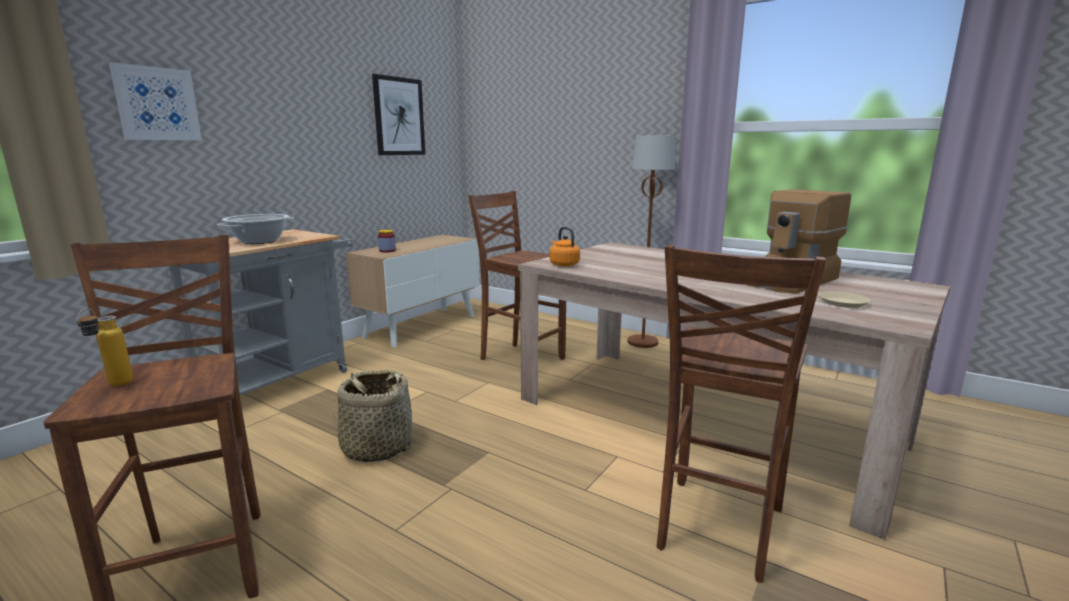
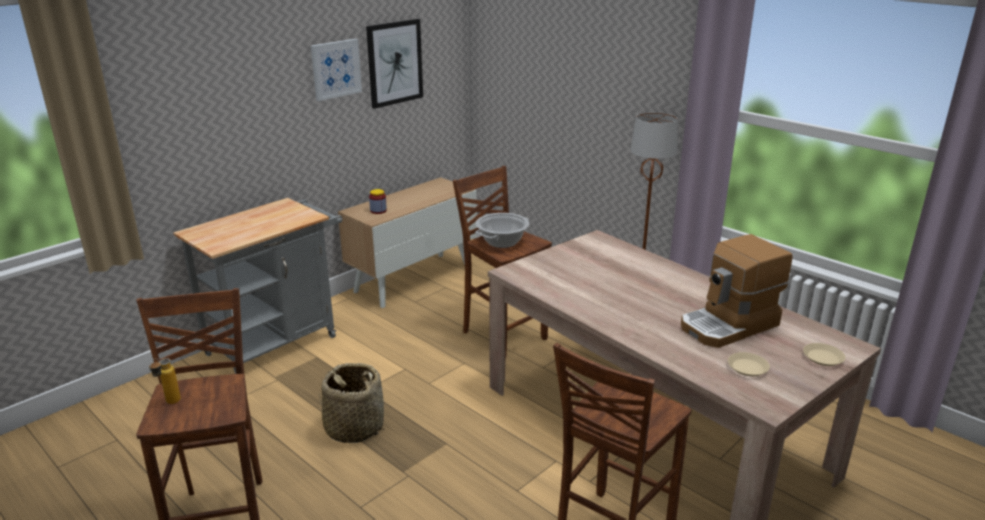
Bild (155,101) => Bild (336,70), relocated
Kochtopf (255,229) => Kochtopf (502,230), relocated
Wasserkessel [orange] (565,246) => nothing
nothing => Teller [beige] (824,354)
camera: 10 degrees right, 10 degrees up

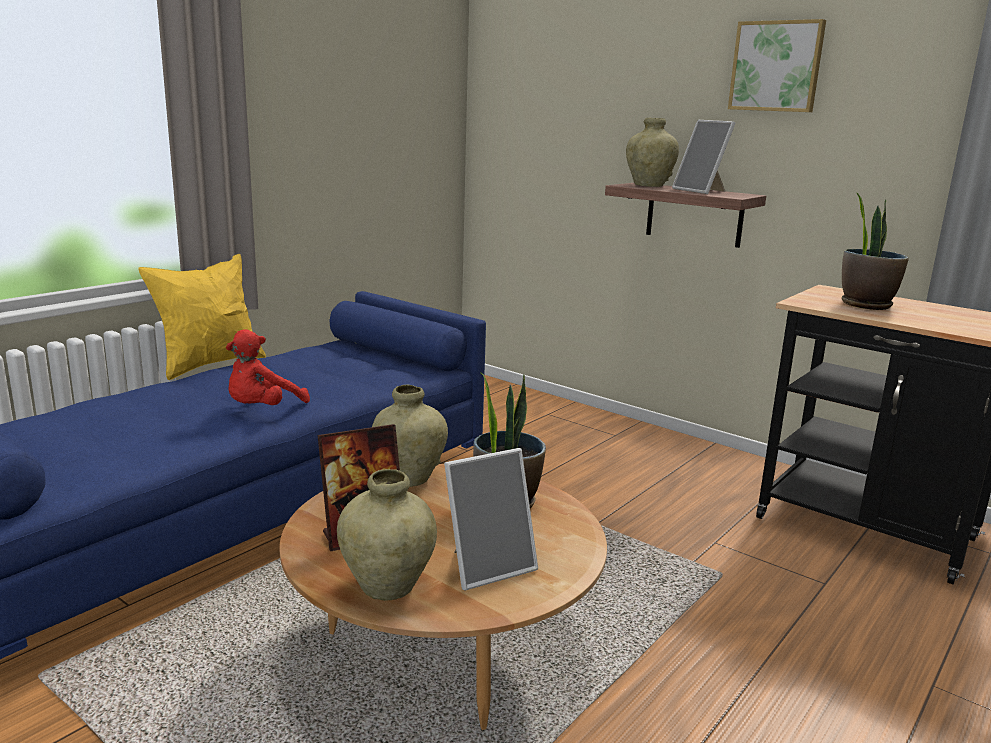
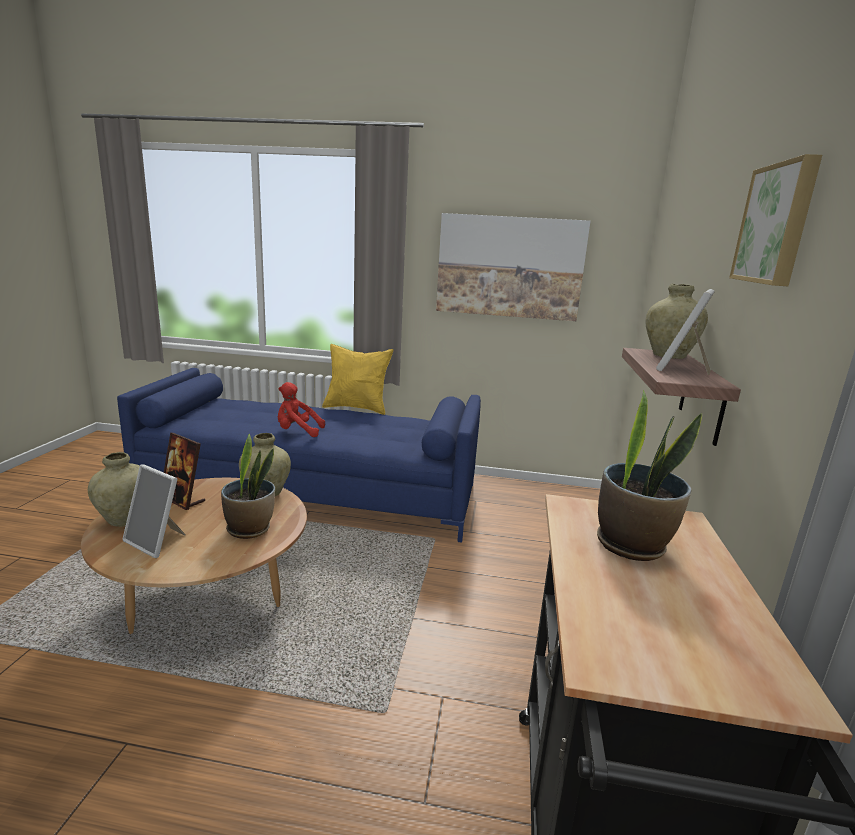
nothing => Bild (513,267)
camera: 60 degrees right, 0 degrees up

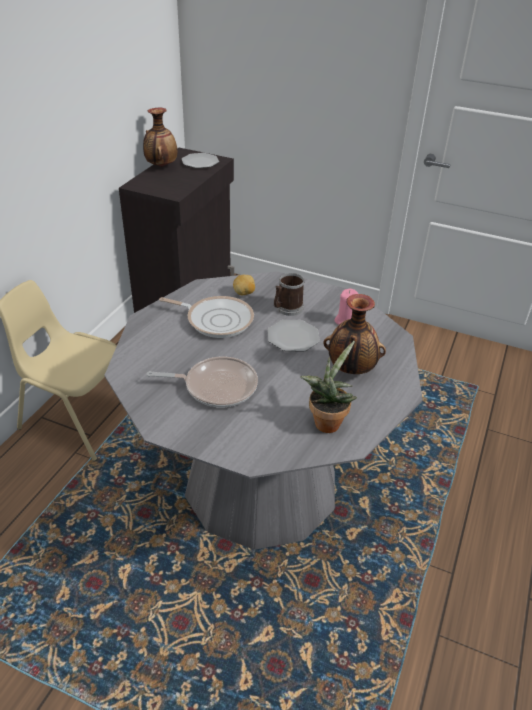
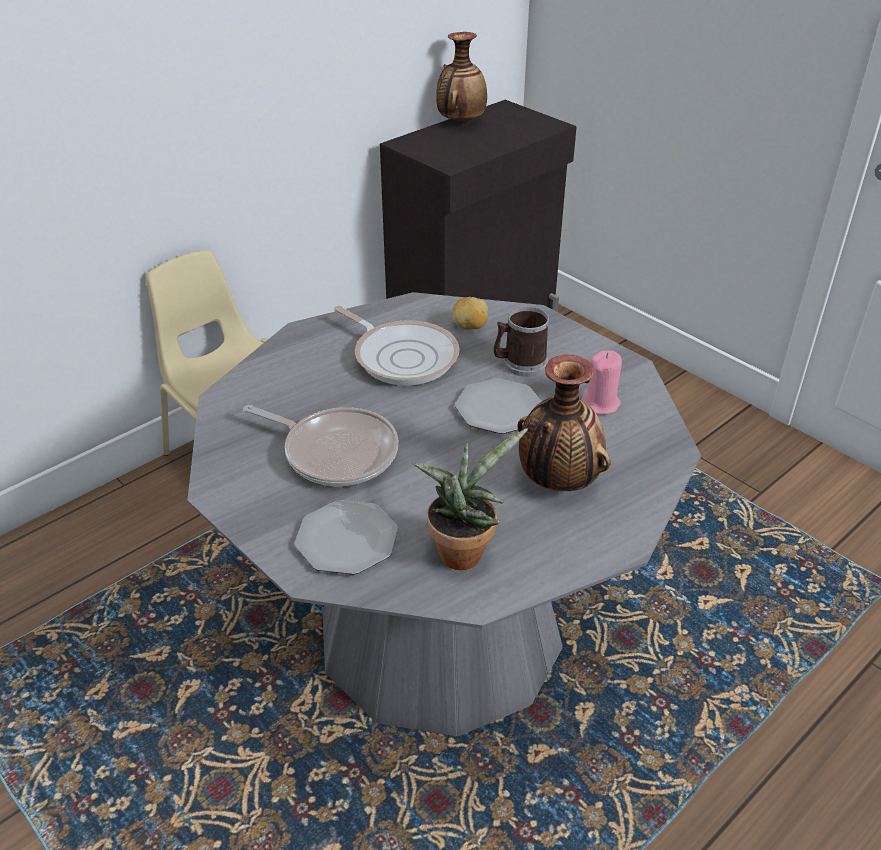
Teller (200,160) => Teller (346,537), relocated
camera: 25 degrees right, 0 degrees up

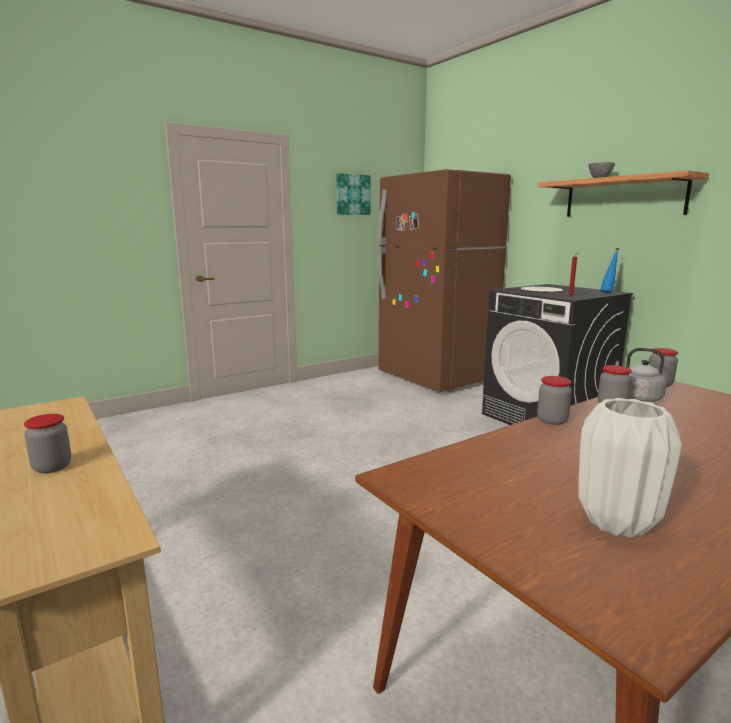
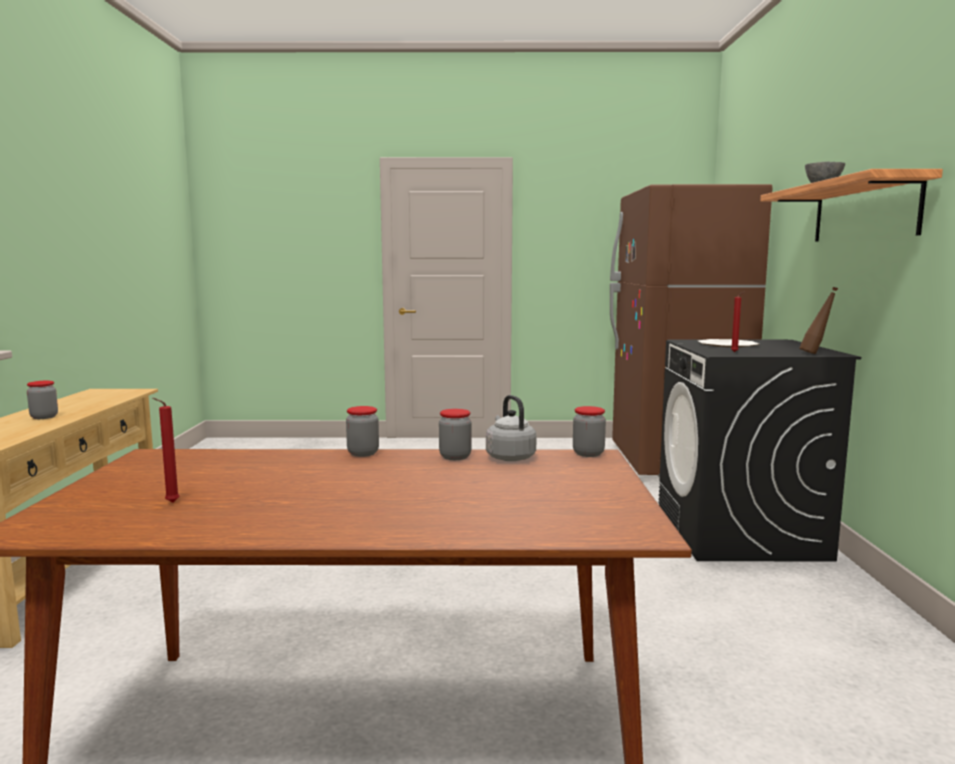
Bild (353,194) => nothing
Vase [weiß] (630,468) => Kerze [rot] (166,450)
Flasche [blau] (609,270) => Flasche [braun] (818,320)
camera: 35 degrees right, 5 degrees down

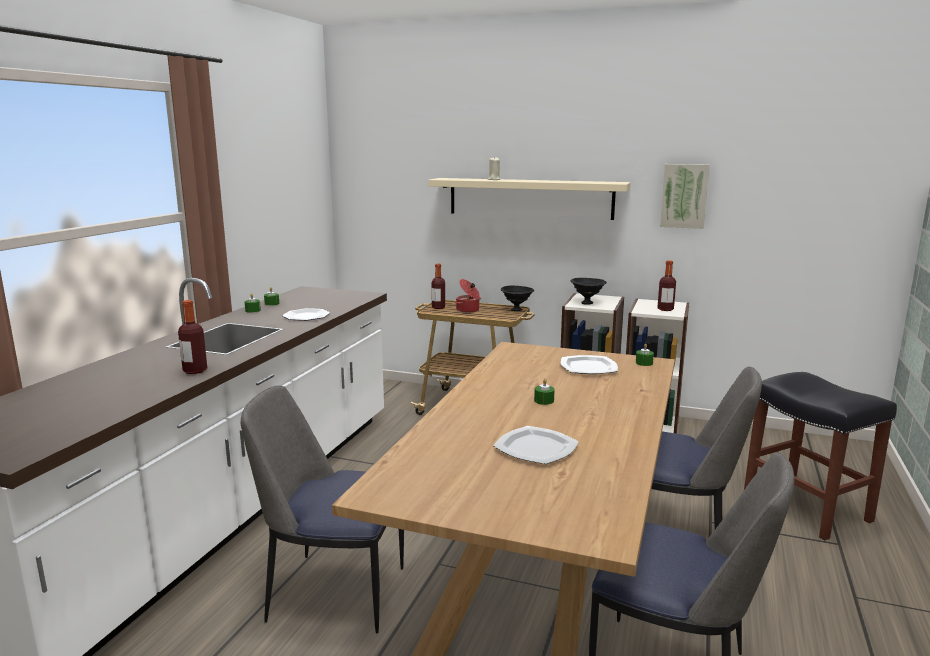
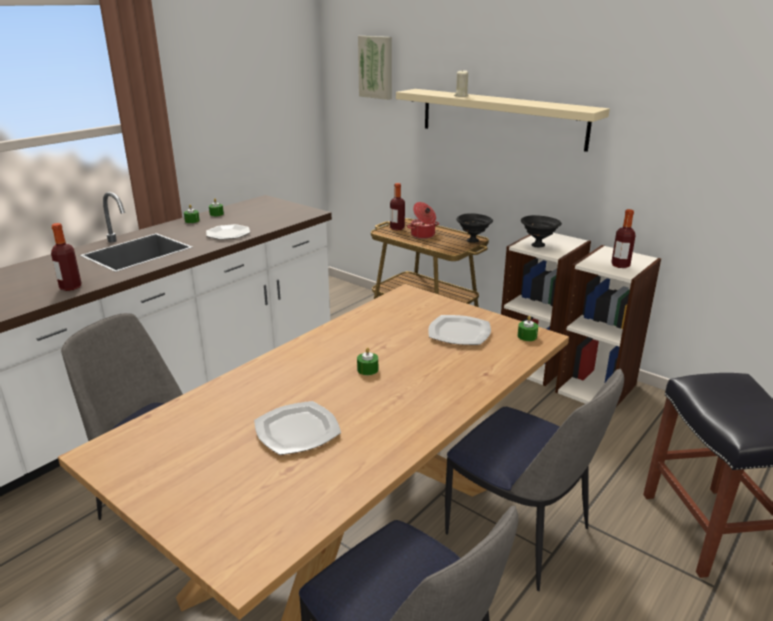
Bild (685,196) => Bild (375,68), relocated
camera: 20 degrees right, 10 degrees up

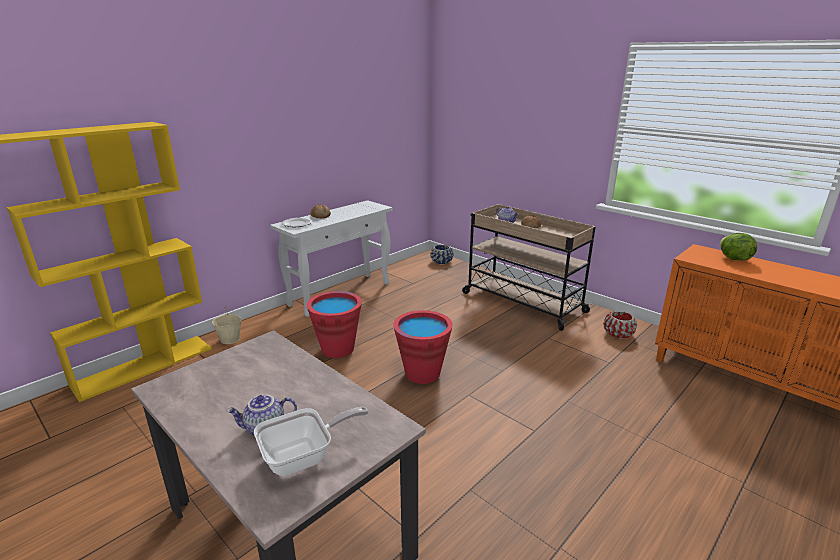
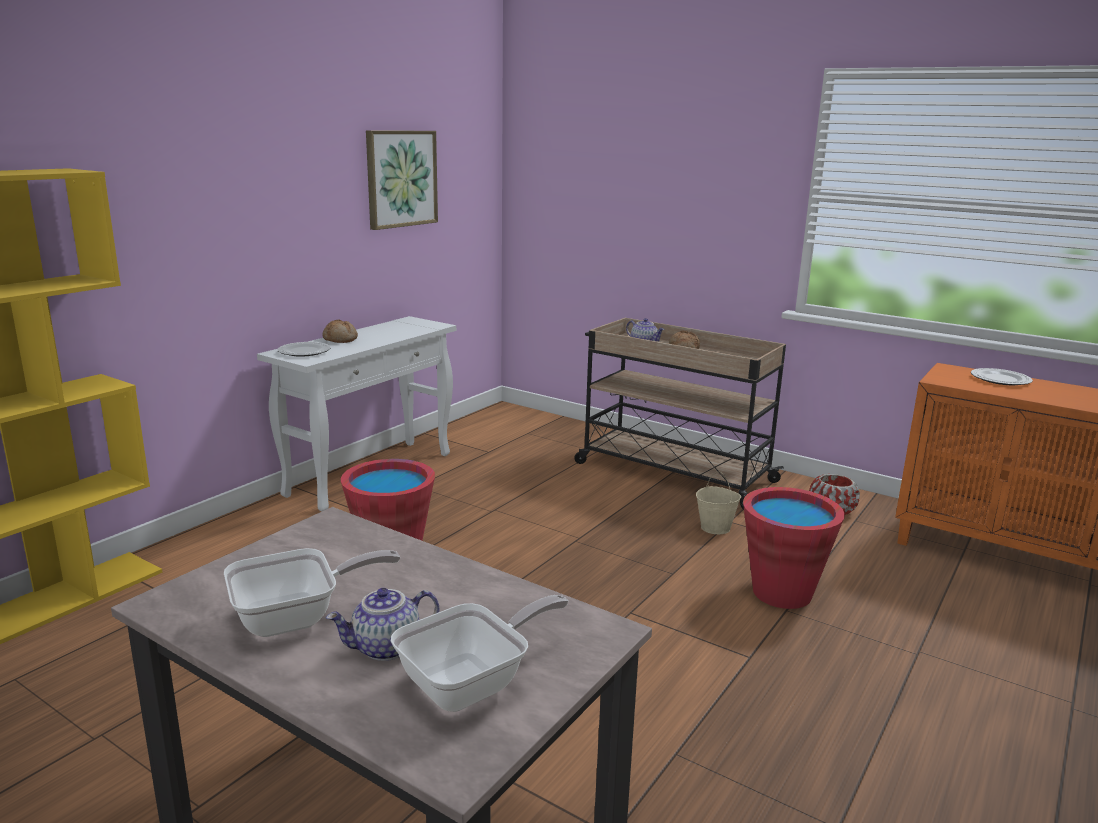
Eimer [beige] (227,325) => Eimer [beige] (718,502), relocated
Eimer [rot] (423,347) => Eimer [rot] (794,548), relocated
Pflanzkübel [blau] (441,254) => nothing
Salatkopf (738,246) => Teller (1002,376)
nothing => Pfanne (312,592)
nothing => Bild (402,180)
camera: 10 degrees left, 5 degrees down

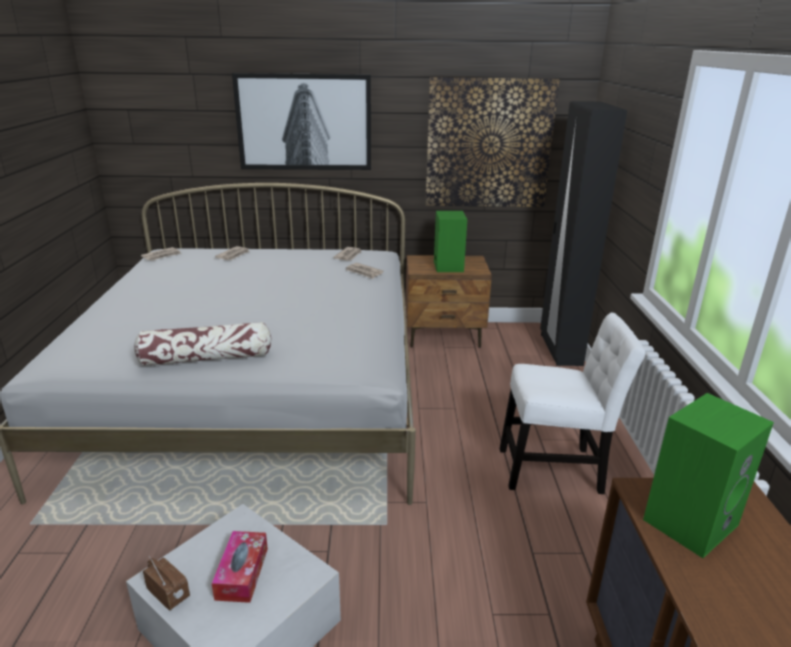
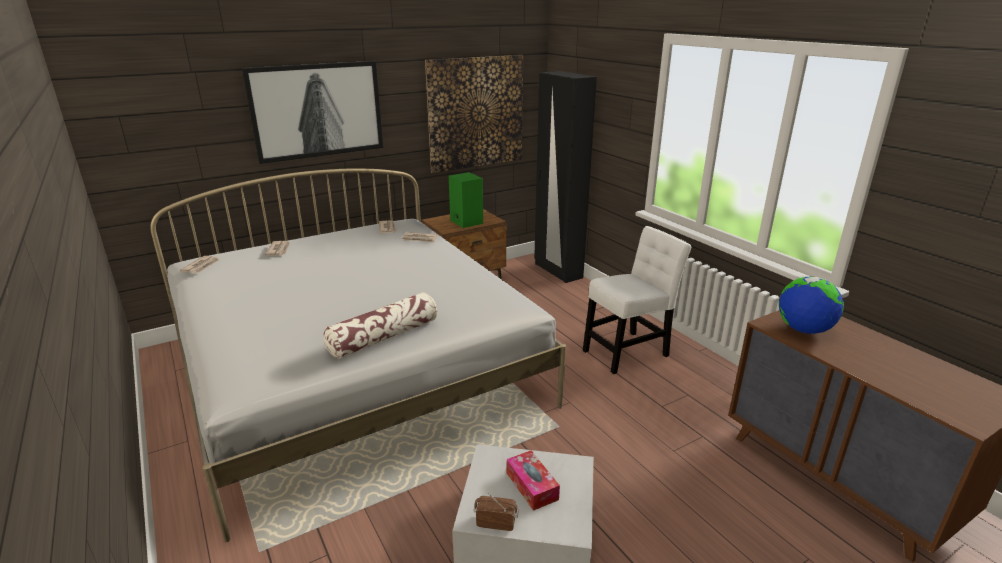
Lautsprecher [grün] (708,475) => Globus (811,305)
camera: 30 degrees left, 0 degrees up

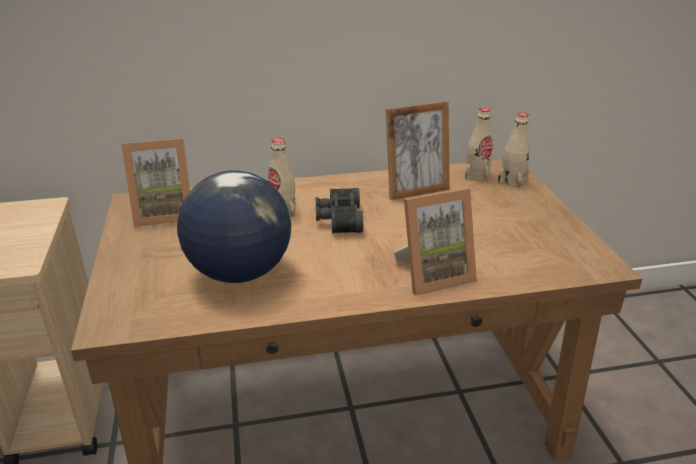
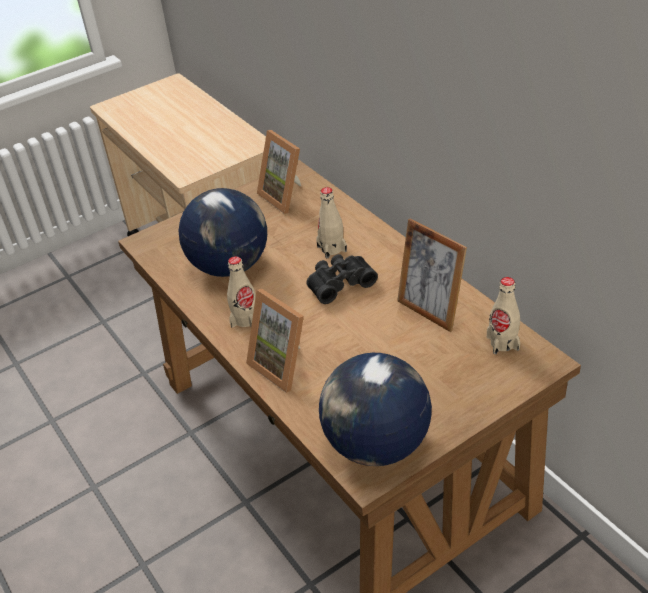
Flasche [beige] (513,150) => Flasche [beige] (241,291), relocated
nothing => Globus (375,409)
camera: 70 degrees right, 10 degrees up

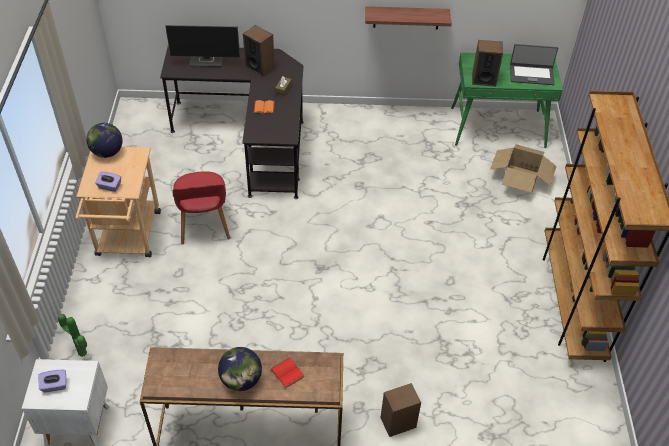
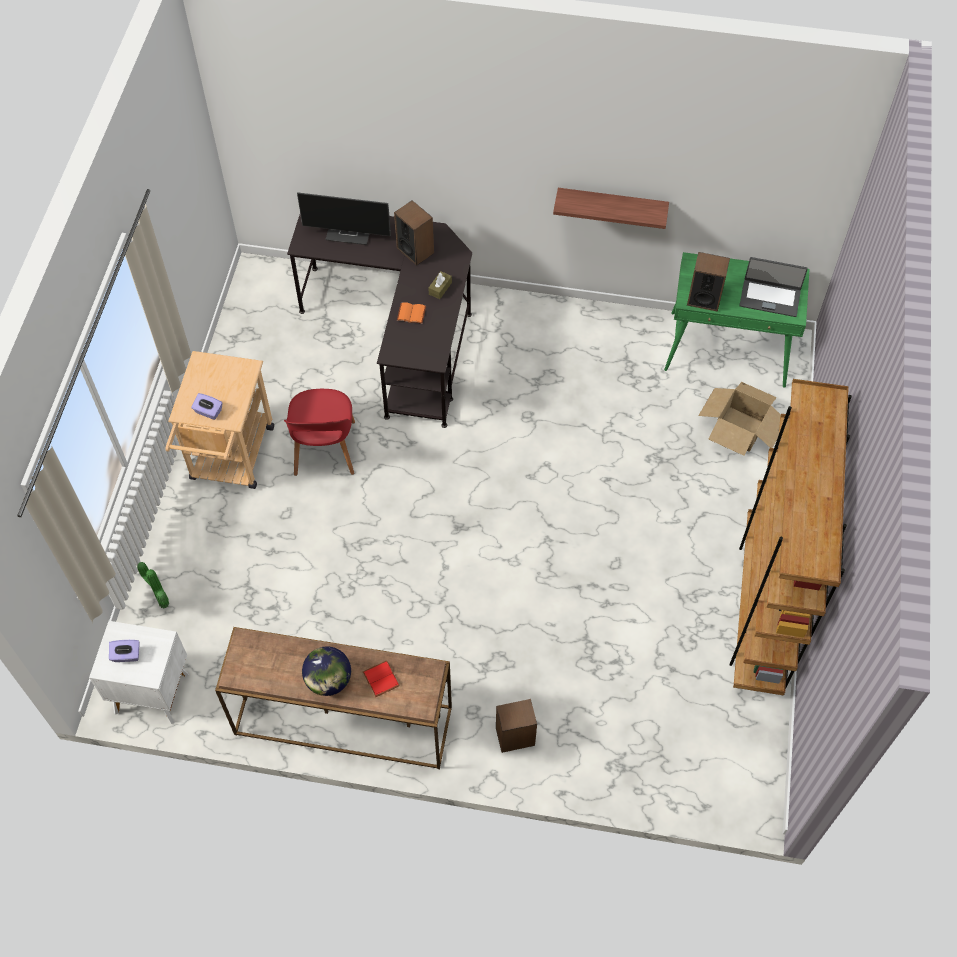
Globus (105,140) => nothing
camera: 10 degrees right, 10 degrees up

